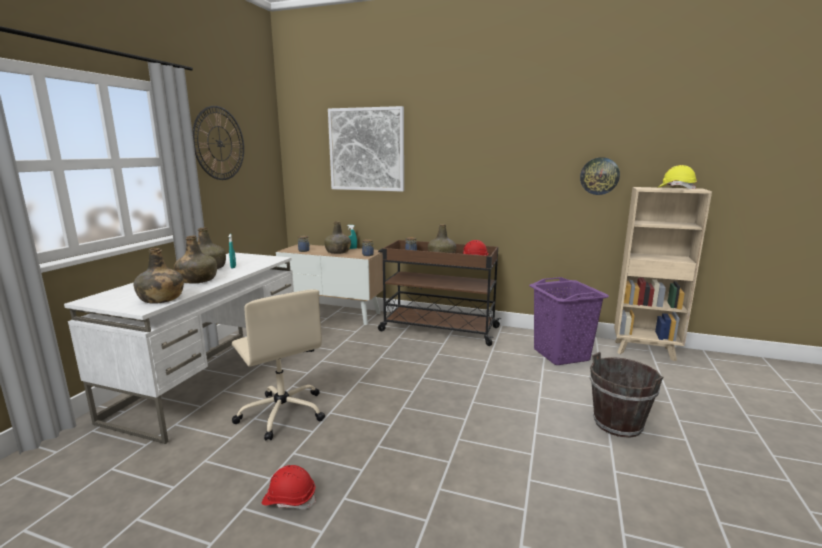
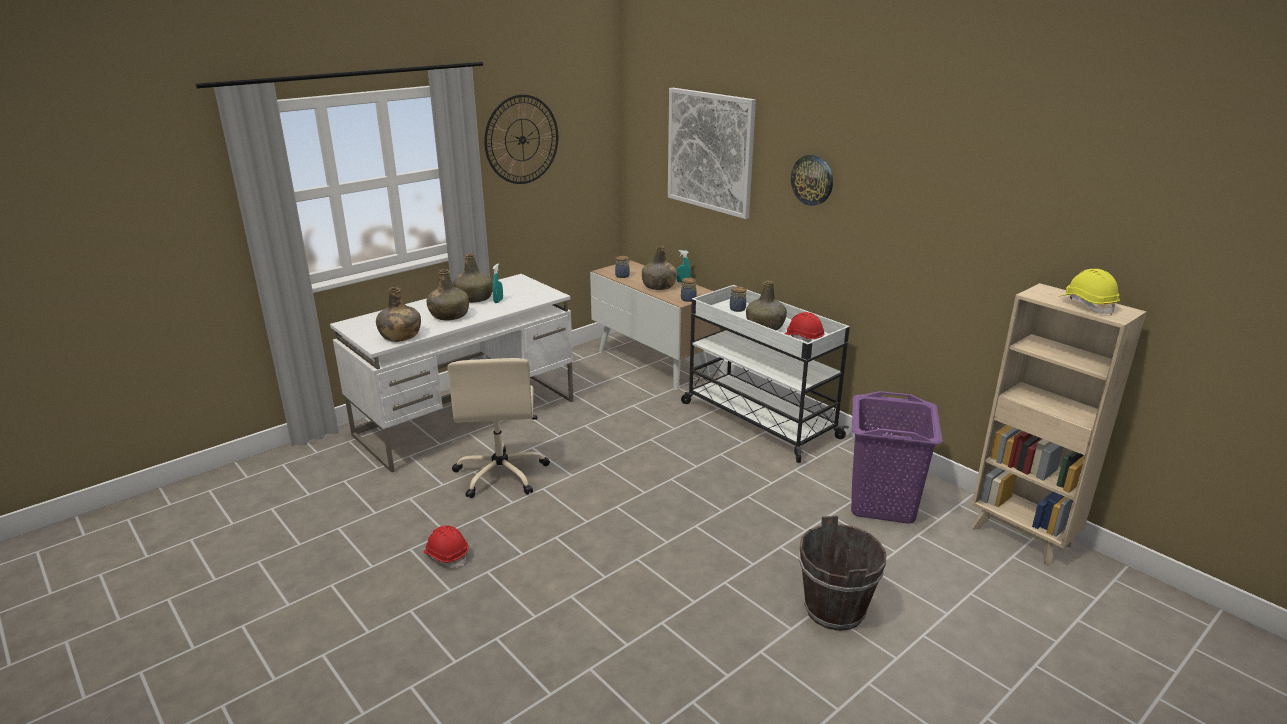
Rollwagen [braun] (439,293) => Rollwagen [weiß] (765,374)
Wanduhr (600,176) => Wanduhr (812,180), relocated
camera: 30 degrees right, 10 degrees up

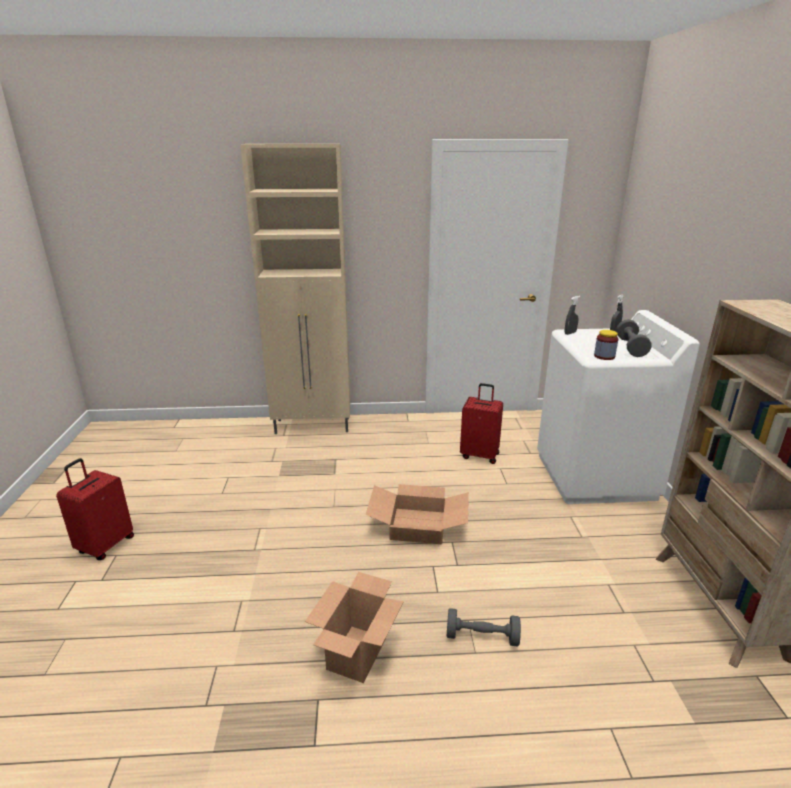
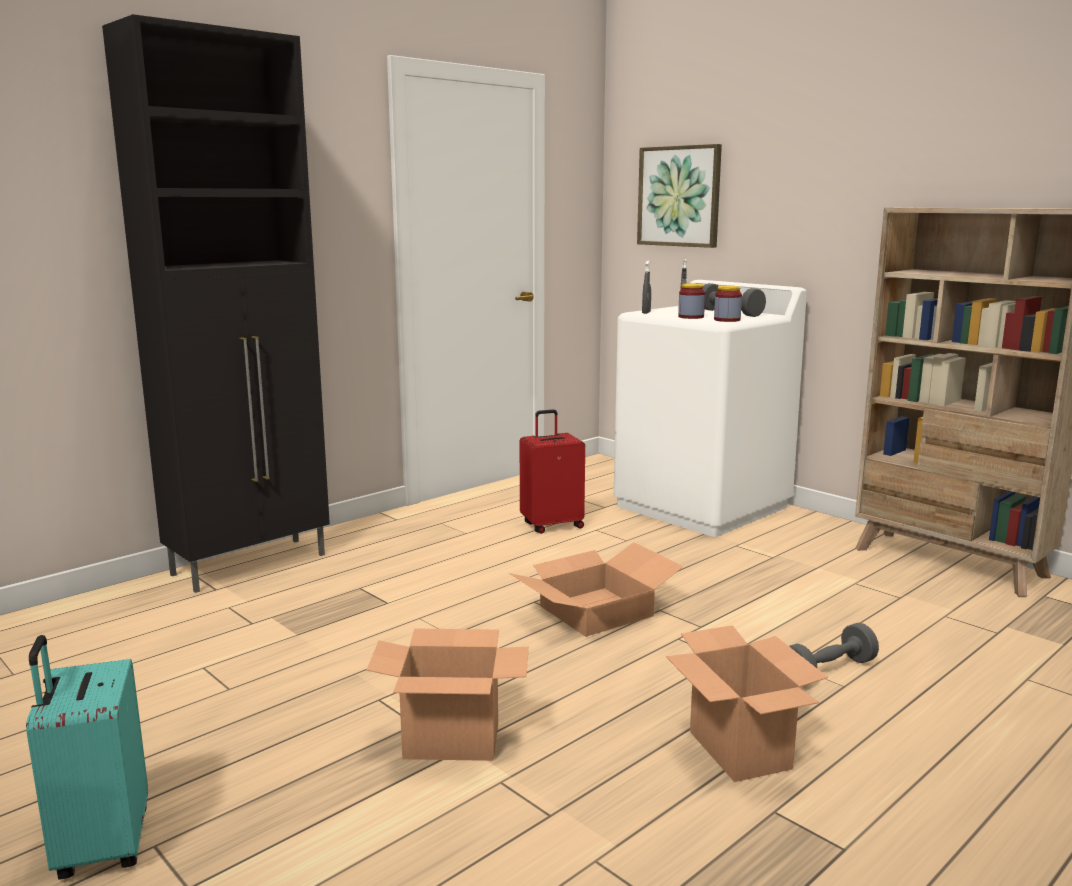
Koffer [rot] (95,509) => Koffer [türkis] (87,757)
Schrank [beige] (295,289) => Schrank [schwarz] (216,303)
nothing => Karton (447,694)
nothing => Bild (679,196)
nothing => Vorratsglas (691,301)
camera: 40 degrees left, 10 degrees down

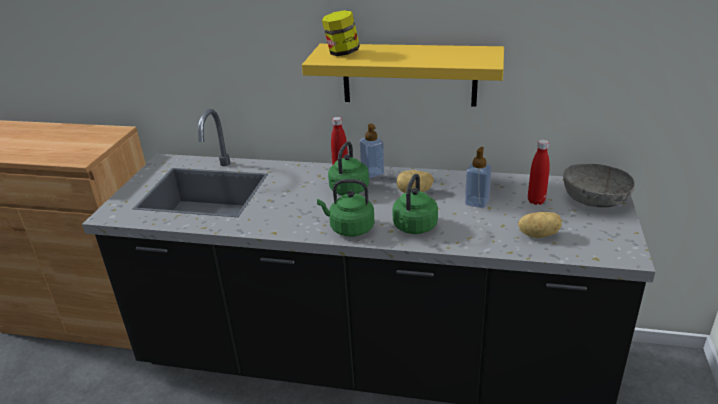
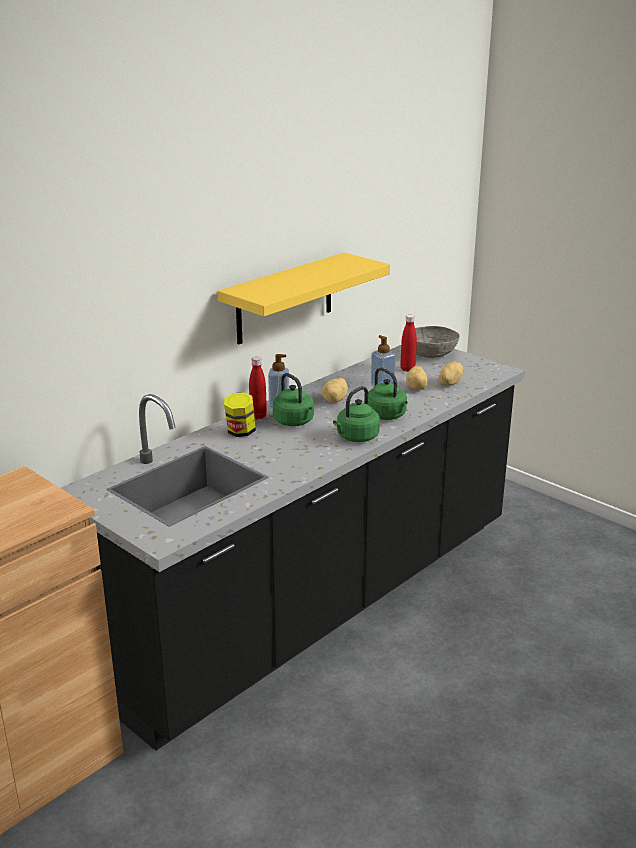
Vorratsglas (341,33) => Vorratsglas (240,414), relocated
nothing => Kartoffel (417,378)
camera: 60 degrees left, 5 degrees down

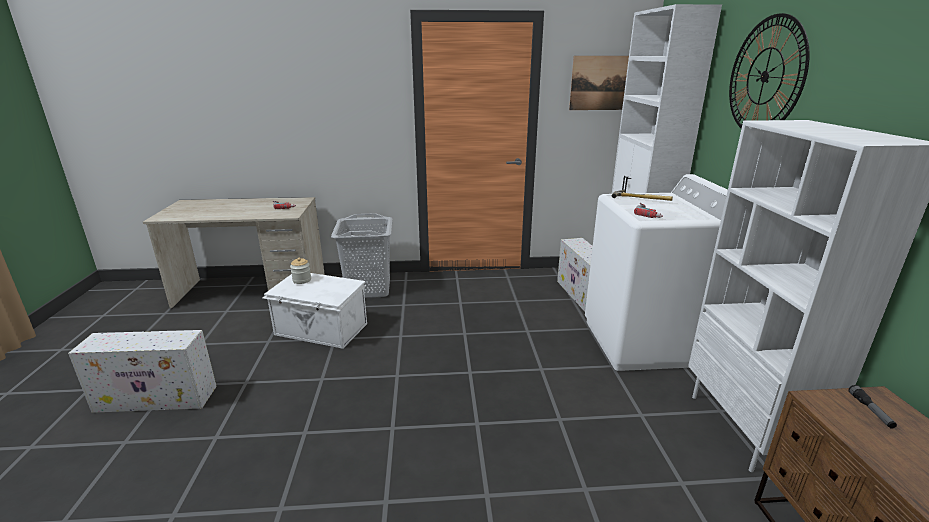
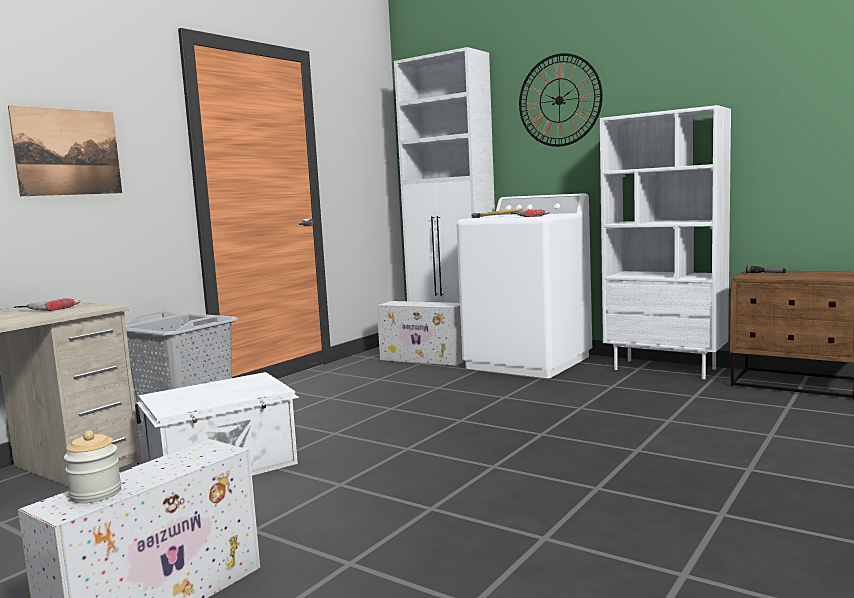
Vorratsglas (300,271) => Vorratsglas (93,467), relocated
Bild (599,83) => Bild (65,151), relocated
camera: 50 degrees left, 15 degrees down

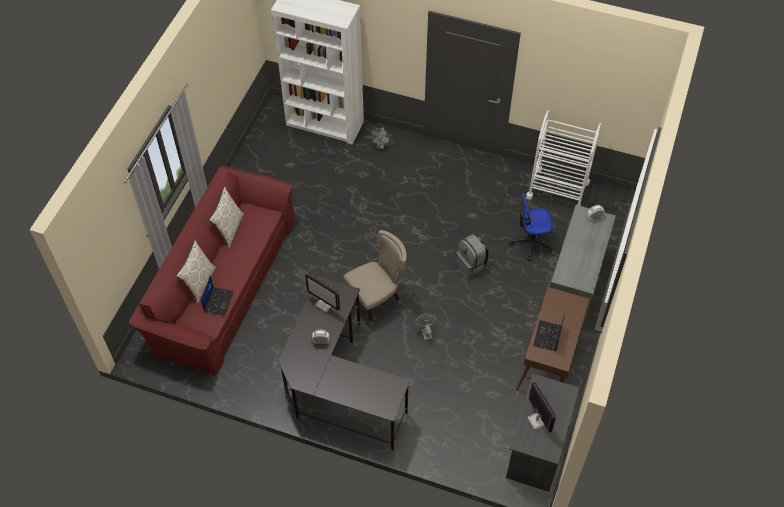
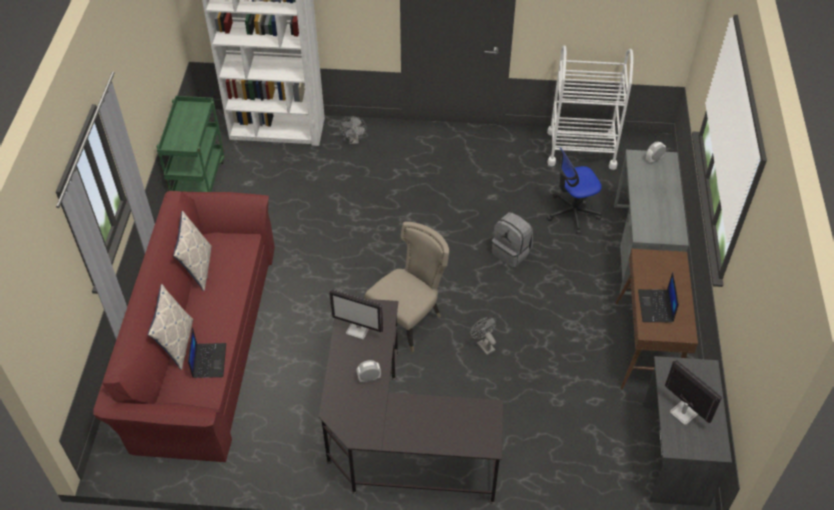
nothing => Rollwagen [grün] (190,144)
camera: 15 degrees left, 5 degrees down

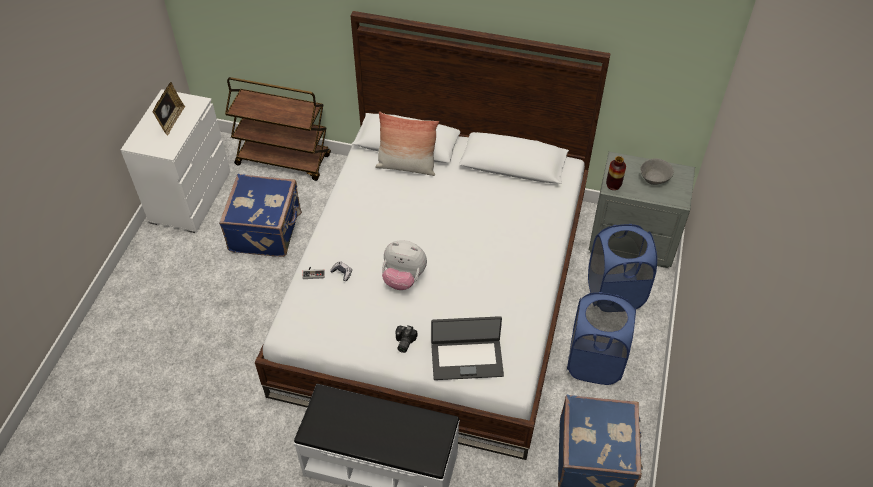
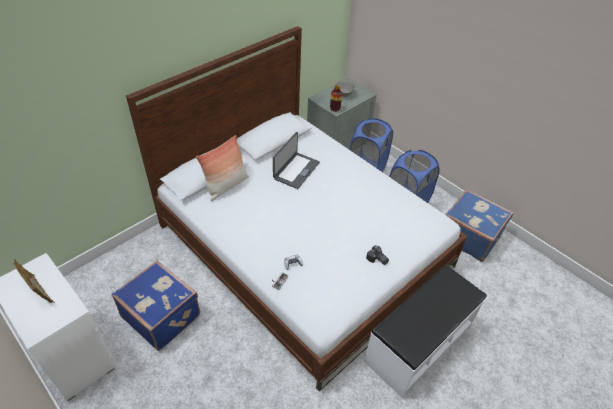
Rollwagen [braun] (278,129) => nothing
Plüschtier (404,265) => nothing
Laptop (467,348) => Laptop (296,160), relocated
camera: 60 degrees left, 5 degrees down

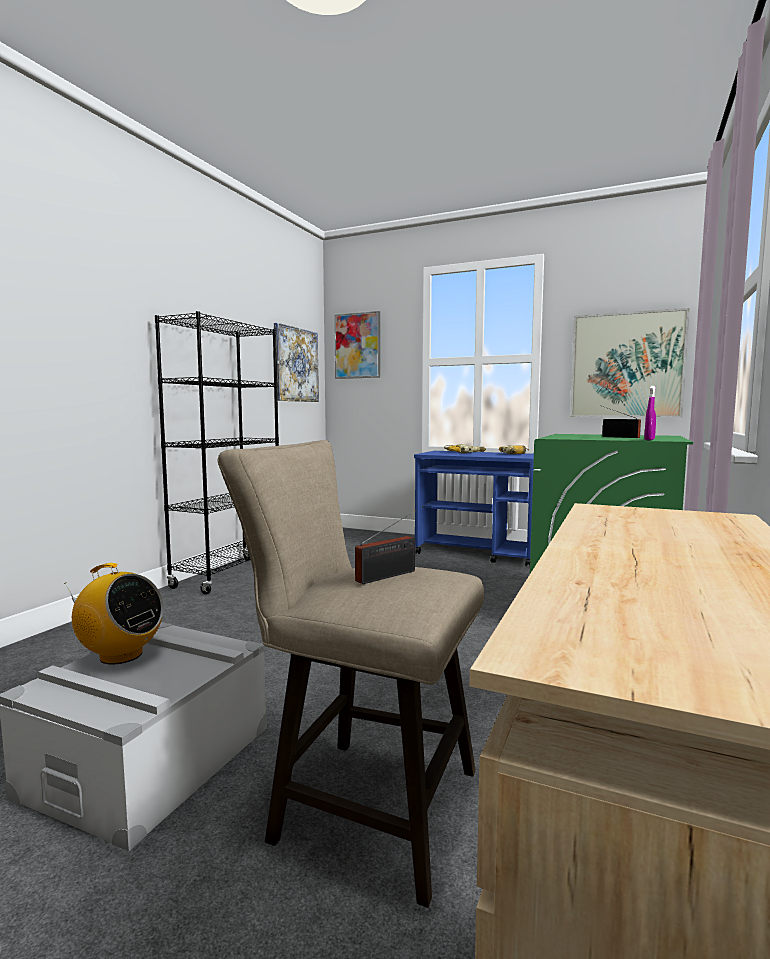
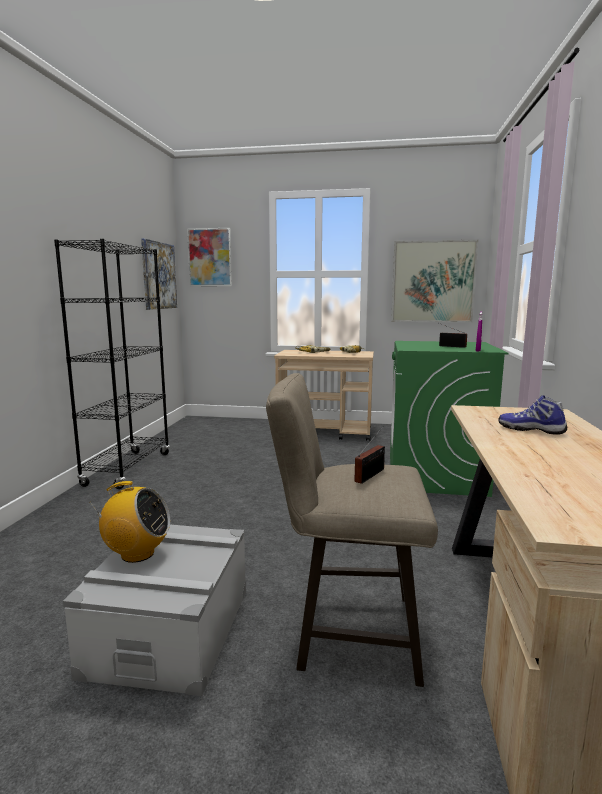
Rollwagen [blau] (474,508) => Rollwagen [beige] (324,395)
nothing => Schuh (532,415)
camera: 15 degrees left, 5 degrees up

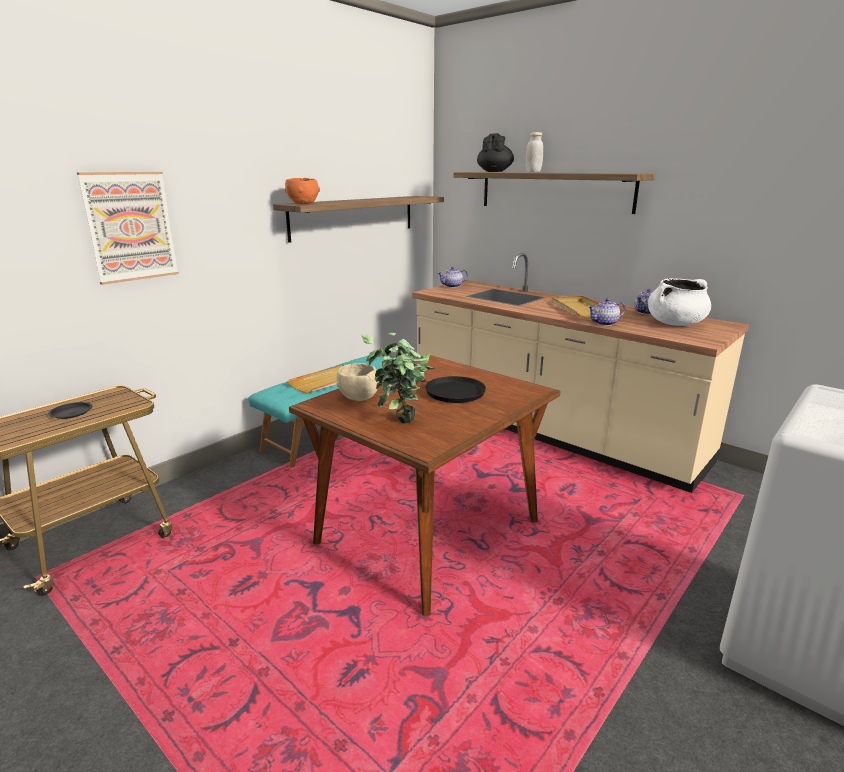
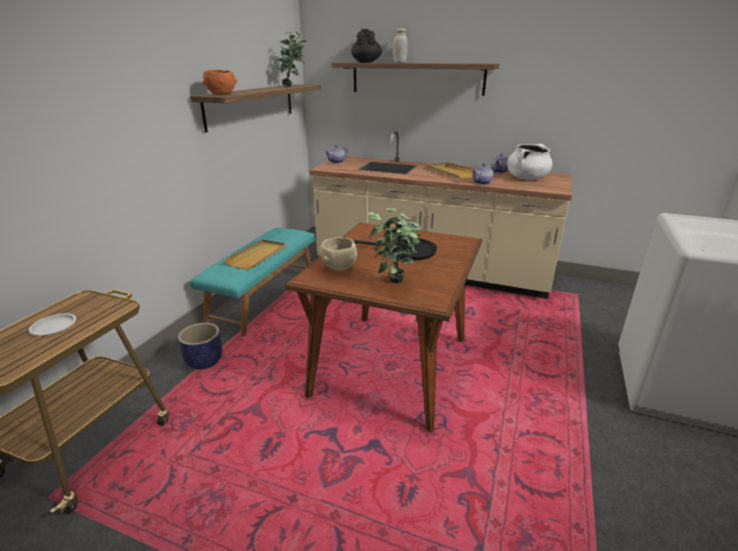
Teller [schwarz] (70,410) => Teller [weiß] (52,324)
Bild (128,228) => nothing
nothing => Pflanzkübel (200,346)
nothing => Topfpflanze (292,59)
camera: 20 degrees left, 5 degrees up

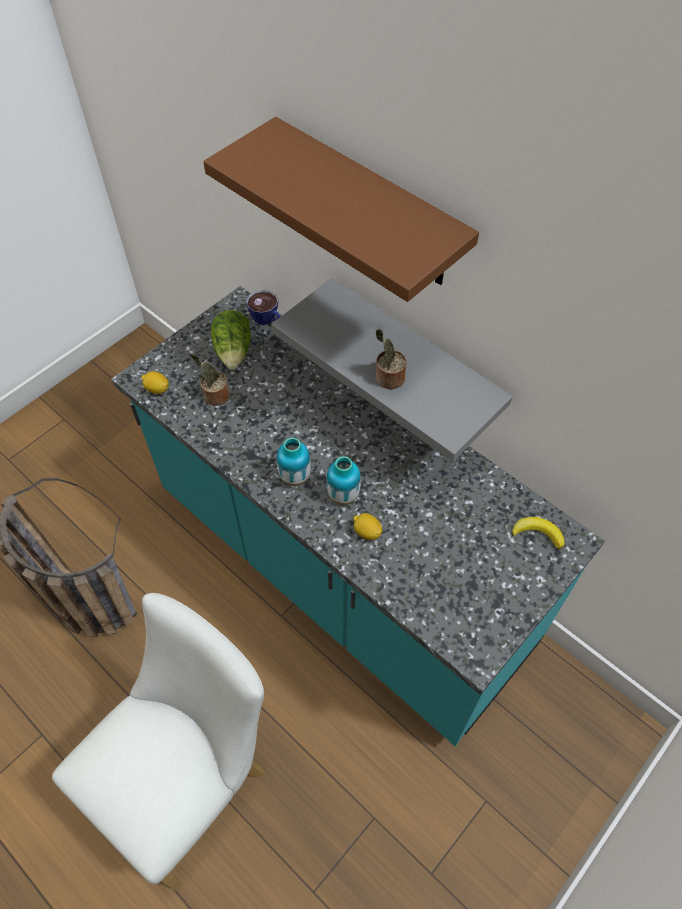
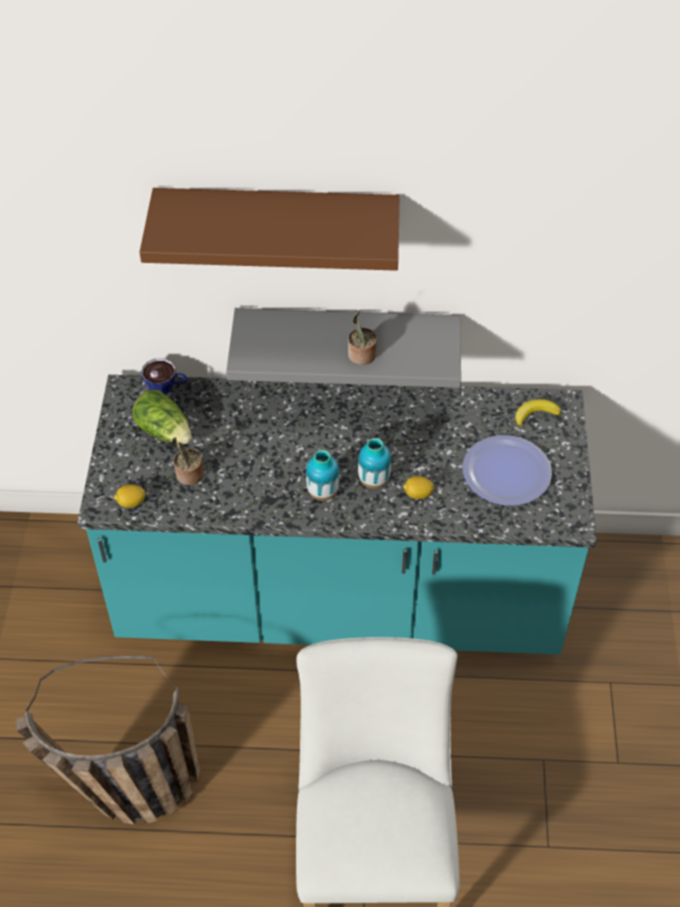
nothing => Teller (507,470)
camera: 40 degrees left, 5 degrees down

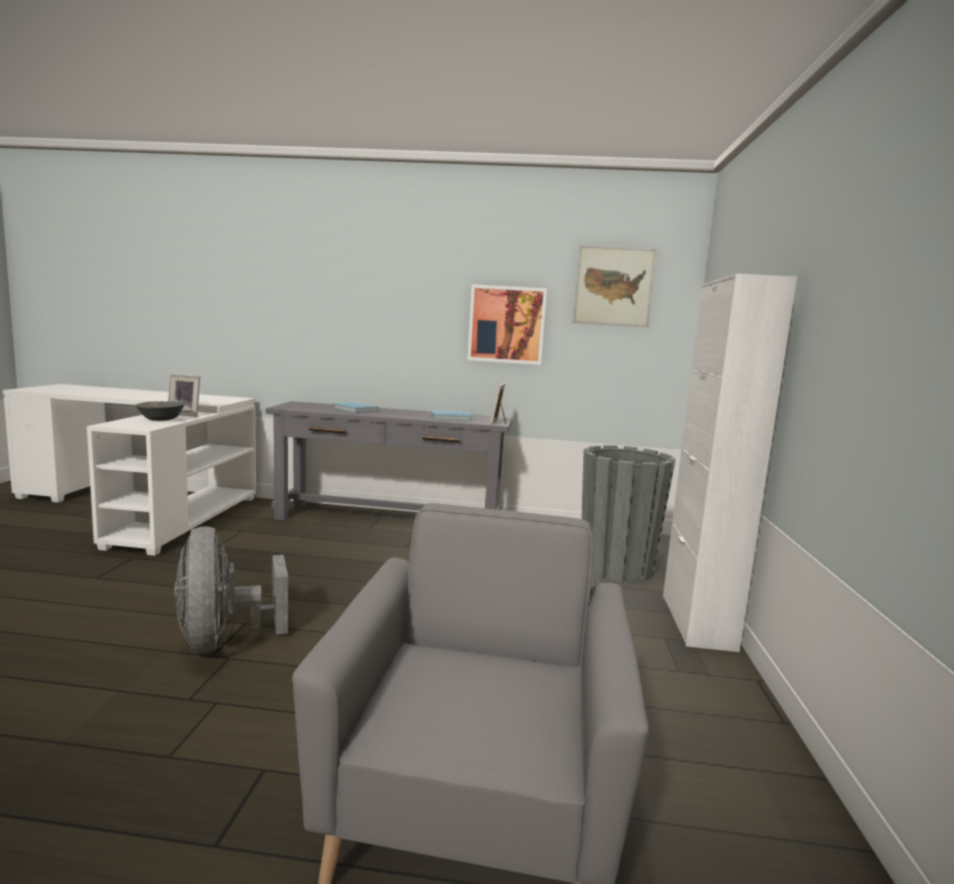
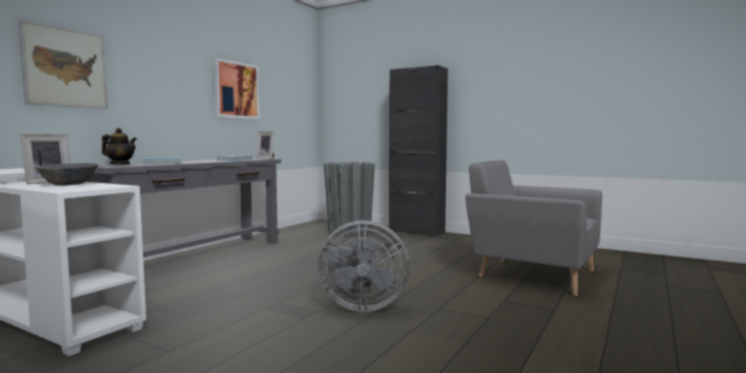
Bild (614,286) => Bild (63,64), relocated
Schrank [weiß] (730,463) => Schrank [schwarz] (418,151)
nothing => Teekanne (119,146)
camera: 65 degrees left, 5 degrees down

